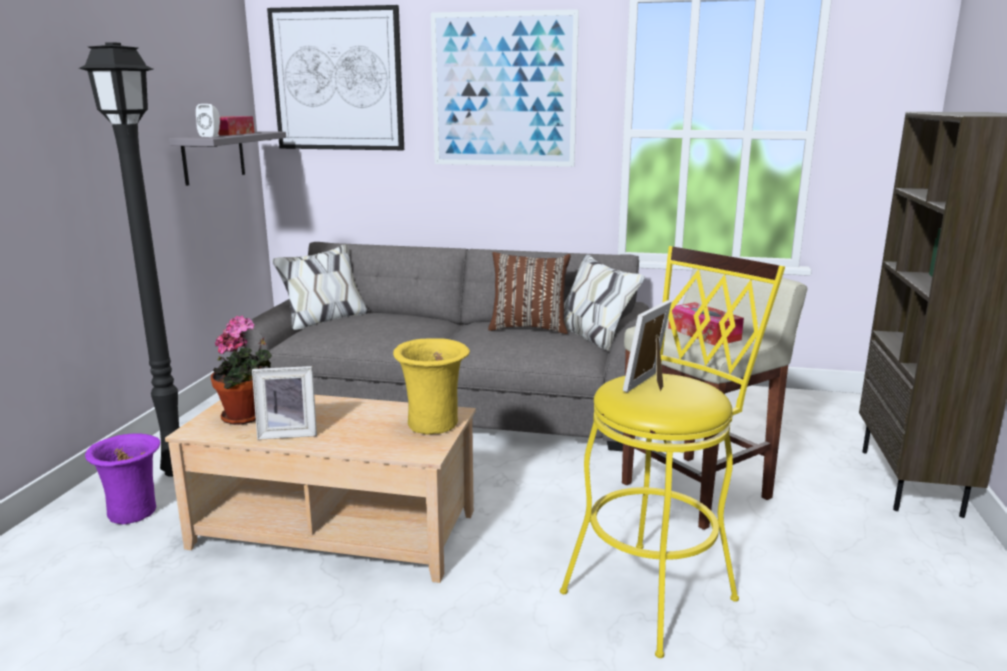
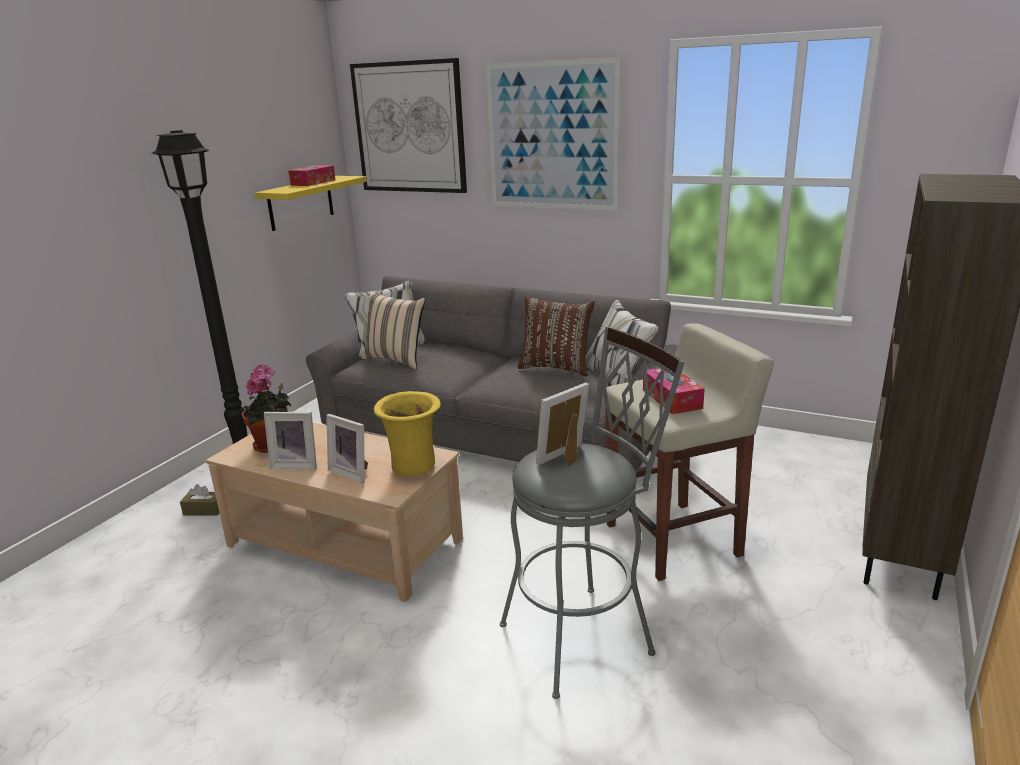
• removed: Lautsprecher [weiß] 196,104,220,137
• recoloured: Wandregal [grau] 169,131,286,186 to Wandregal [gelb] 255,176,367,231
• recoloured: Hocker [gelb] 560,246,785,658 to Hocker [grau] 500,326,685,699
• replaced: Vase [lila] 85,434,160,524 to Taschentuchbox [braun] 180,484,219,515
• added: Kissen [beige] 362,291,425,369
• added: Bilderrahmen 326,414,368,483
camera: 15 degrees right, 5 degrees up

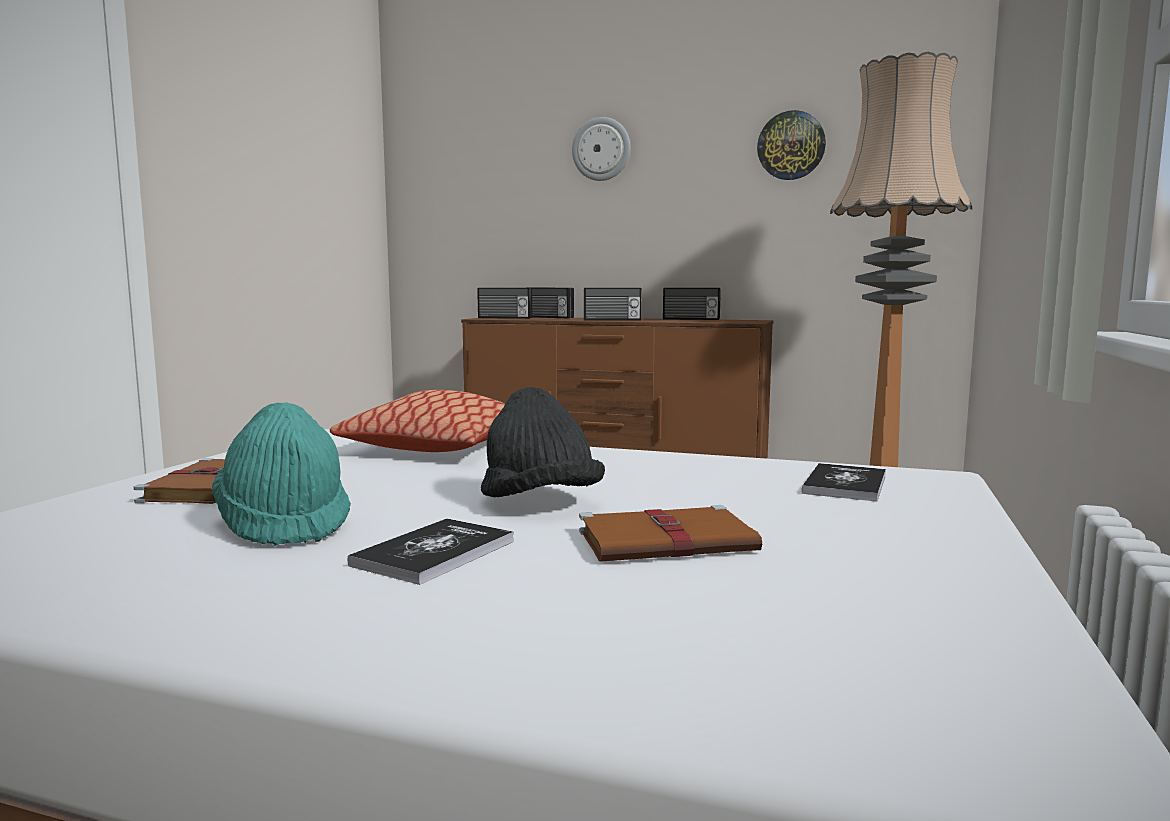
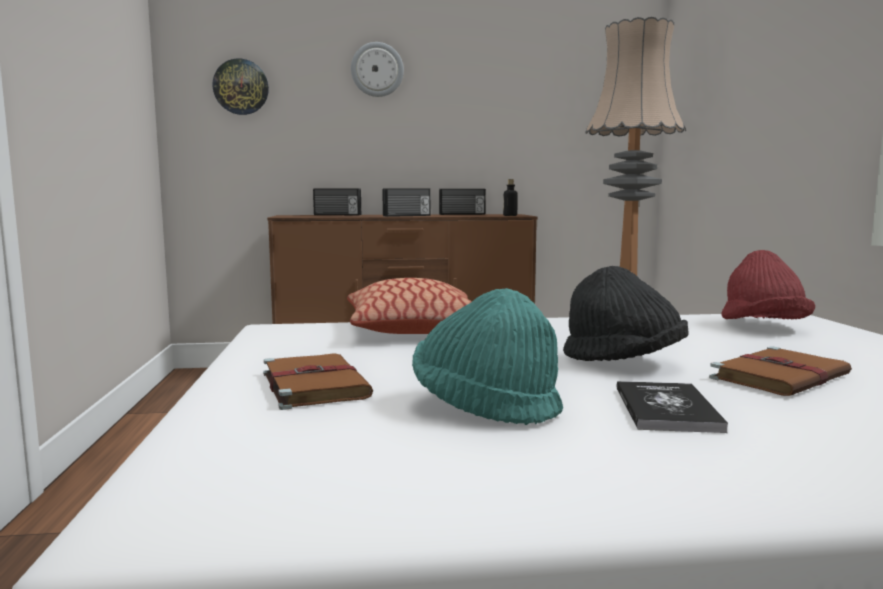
• moved: Wanduhr 757,110,826,180 to 212,58,269,115
• removed: Radio 477,288,532,319
• replaced: Buch 802,463,886,502 to Hut [rot] 721,250,815,319
• added: Flasche 503,179,518,216
camera: 25 degrees left, 0 degrees up

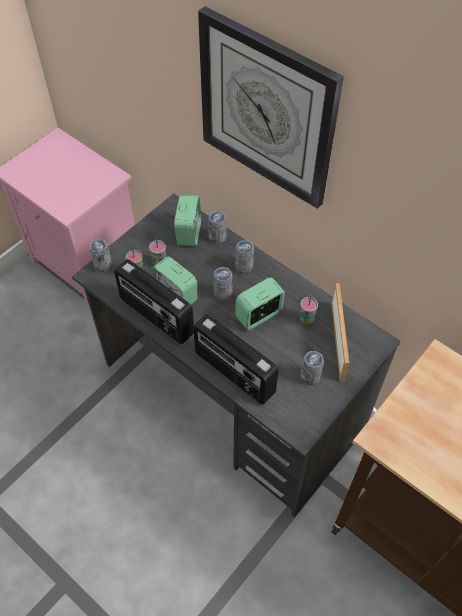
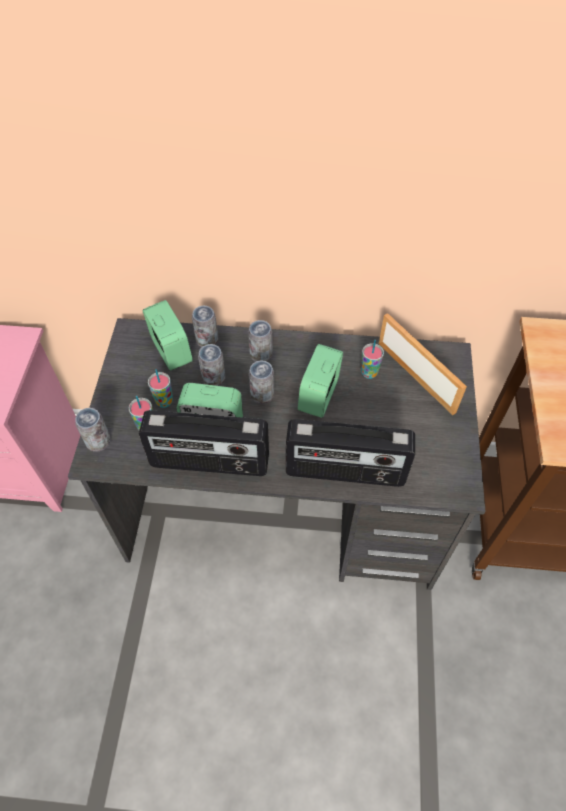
• removed: Wanduhr 198,6,344,209
• moved: Dose 300,351,324,385 to 198,344,226,386
camera: 35 degrees left, 0 degrees up

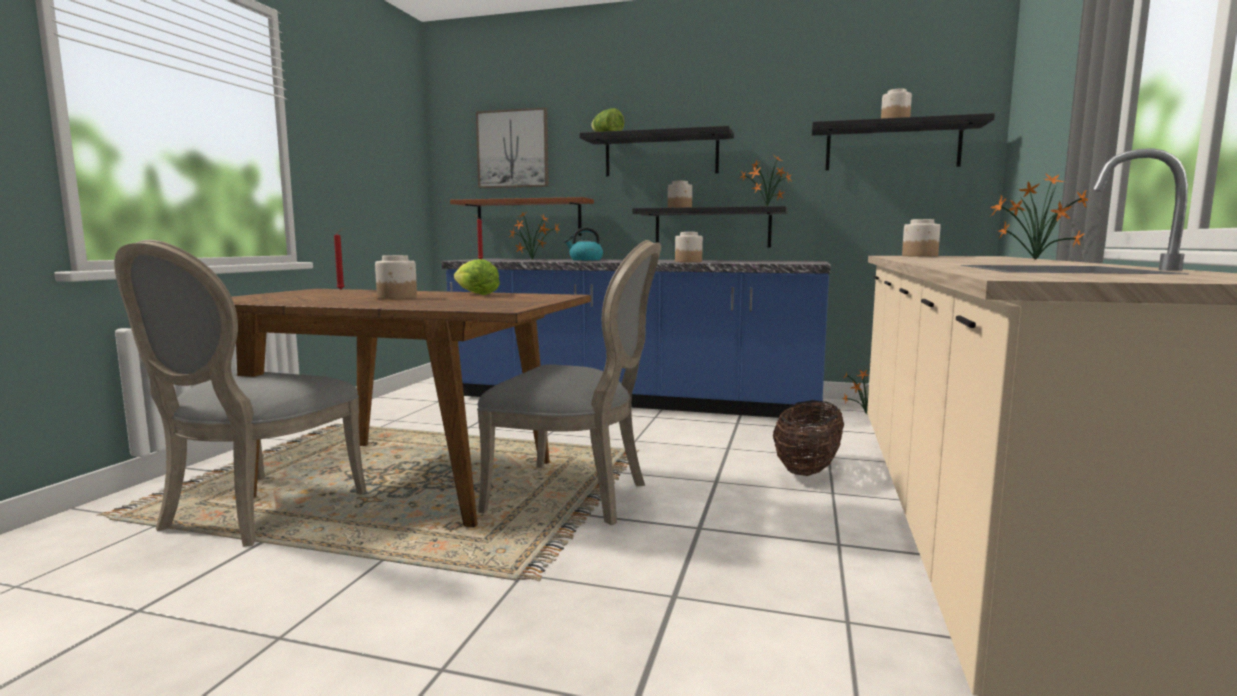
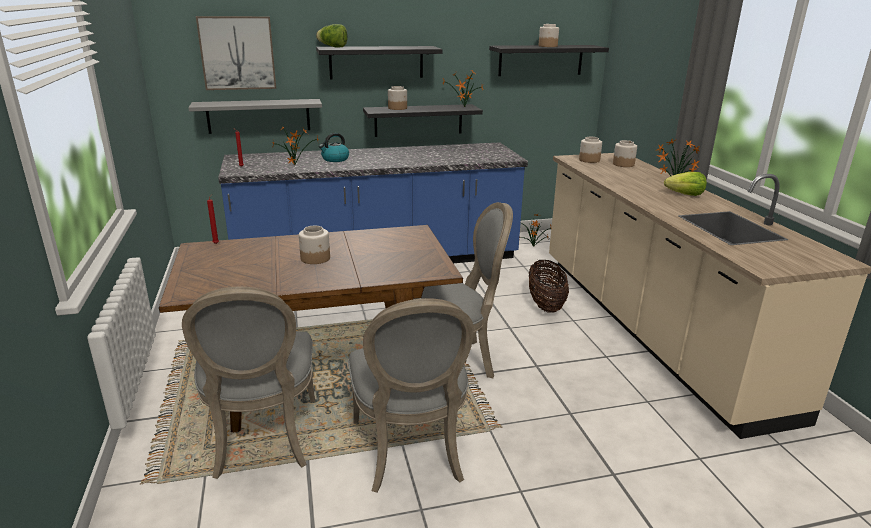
• recoloured: Wandregal [braun] 450,197,594,236 to Wandregal [grau] 188,99,322,134
• moved: Vorratsglas 675,232,703,262 to 613,140,637,167
• moved: Salatkopf 454,259,500,295 to 664,172,707,196
• added: Stuhl [grau] 348,298,474,493
camera: 30 degrees left, 15 degrees up

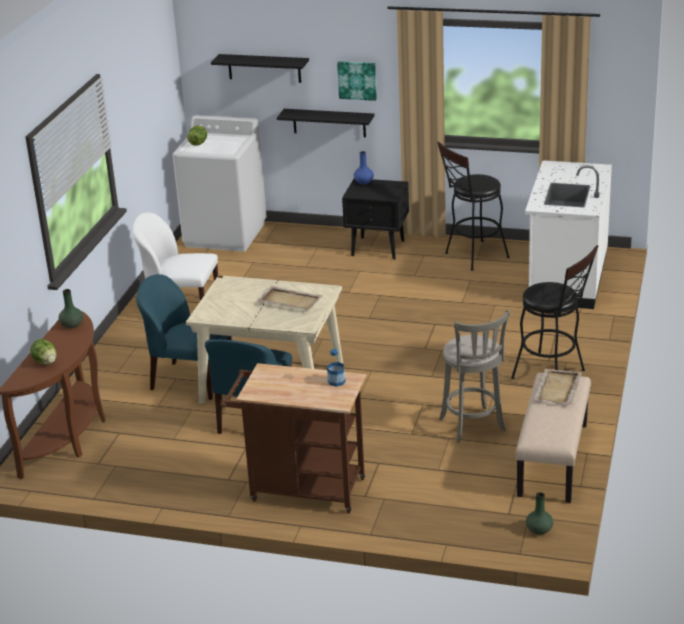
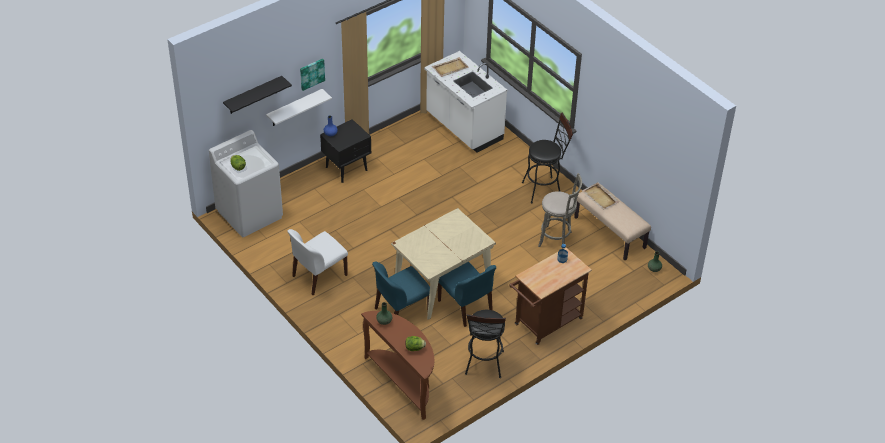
• recoloured: Wandregal [schwarz] 277,109,374,137 to Wandregal [weiß] 266,89,332,126
• moved: Hocker [schwarz] 437,141,510,271 to 465,310,506,378
• moved: Tablett [beige] 256,286,323,310 to 432,57,469,77
camera: 55 degrees left, 15 degrees up

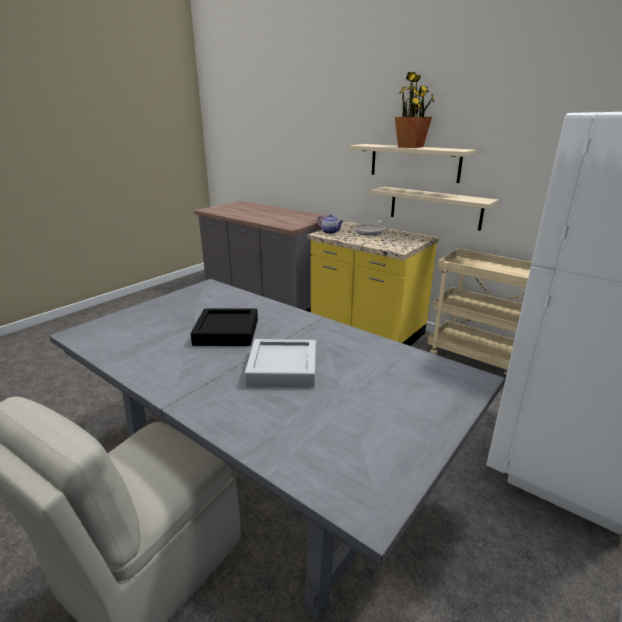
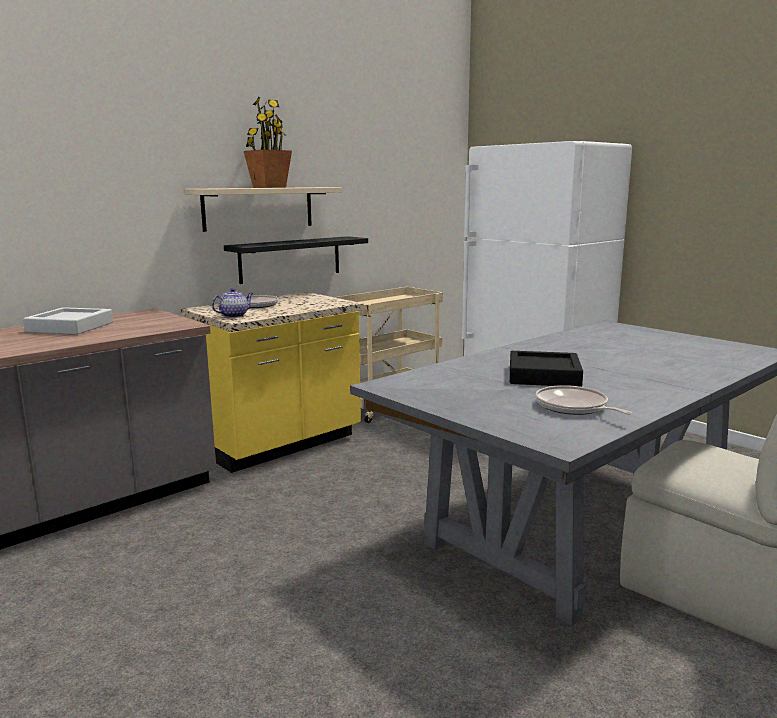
• recoloured: Wandregal [beige] 370,187,499,231 to Wandregal [schwarz] 224,236,368,284
• moved: Tablett [grau] 245,339,316,388 to 23,307,113,335
• added: Pfanne 535,385,632,415
camera: 80 degrees left, 10 degrees down

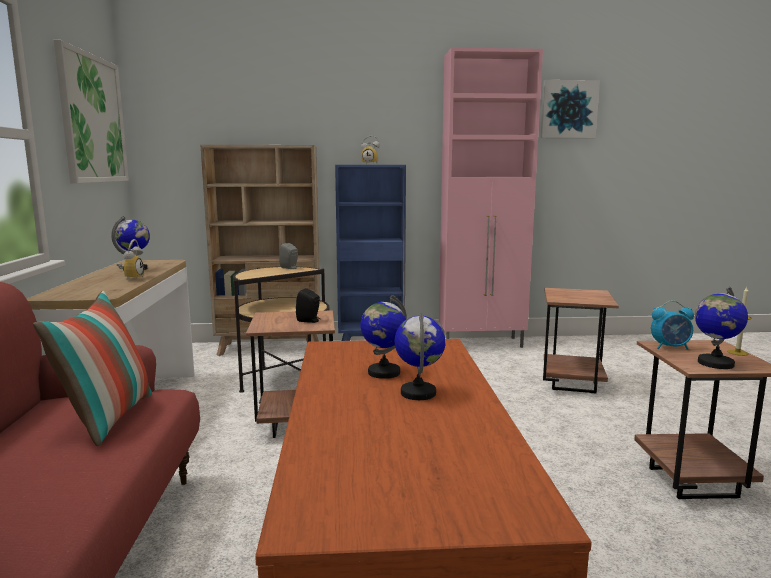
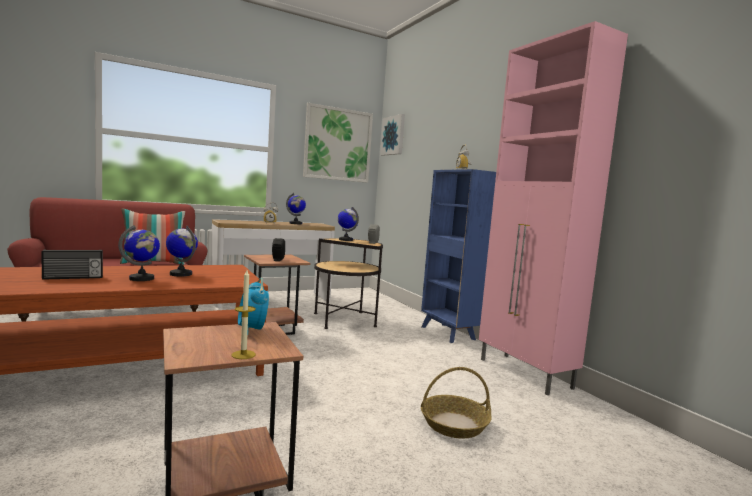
• moved: Bild 540,80,600,138 to 380,114,405,156
• removed: Bücherregal [beige] 200,145,320,356
• moved: Globus 695,287,748,369 to 338,207,359,241
• replaced: Beistelltisch [braun] 543,288,619,393 to Korb 421,367,492,438
• added: Radio 41,250,103,280
camera: 65 degrees right, 5 degrees down

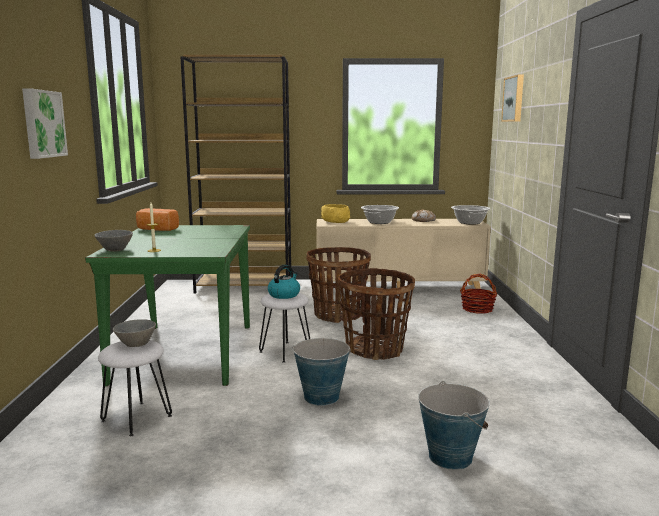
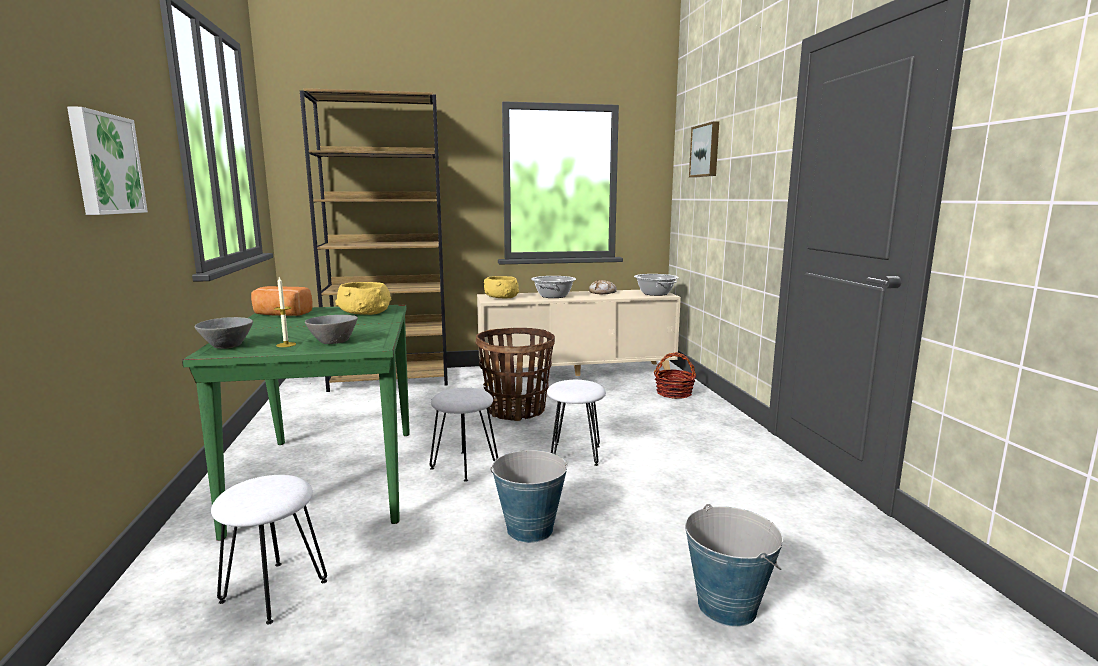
• removed: Wasserkessel 268,265,300,299
• replaced: Korb 338,268,415,360 to Hocker [weiß] 547,380,606,466
• moved: Schüssel [grau] 113,319,156,347 to 305,315,358,344
• added: Schüssel [gelb] 335,282,391,315
camera: 10 degrees left, 0 degrees up

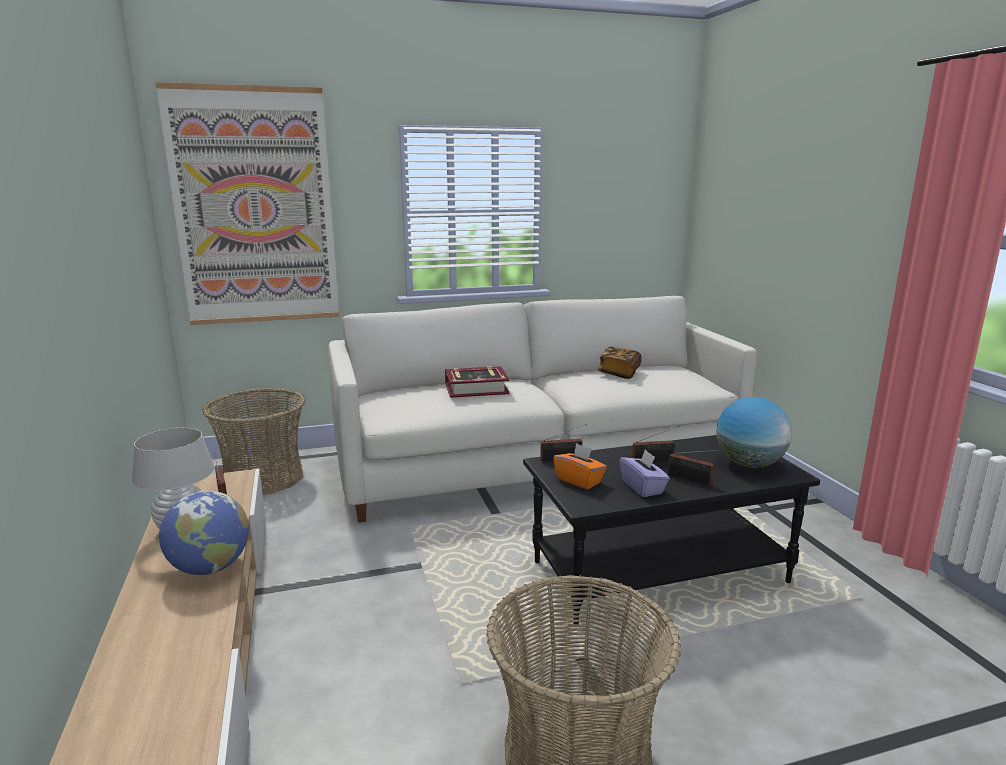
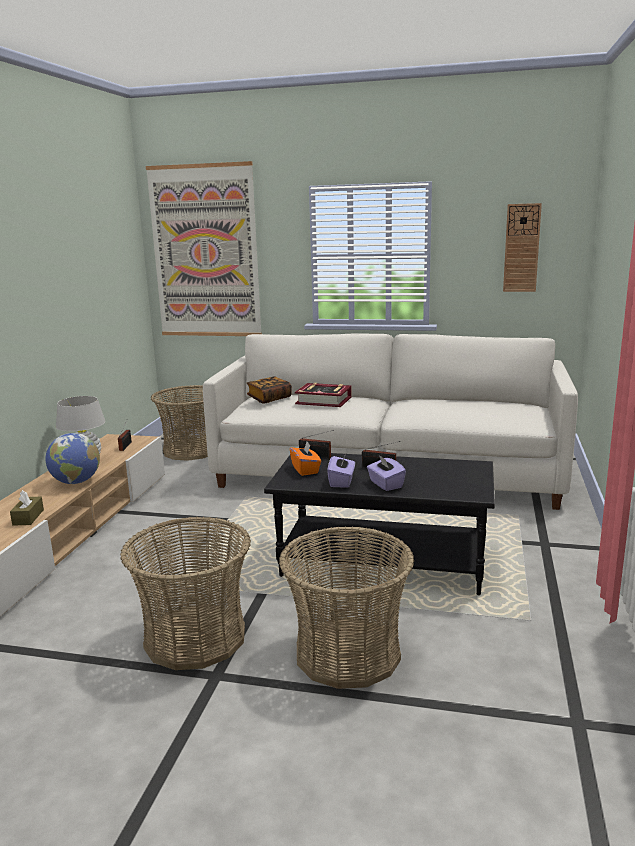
• moved: Buch 598,347,642,379 to 247,376,292,404
• removed: Globus 716,397,792,468
• replaced: Radio 667,450,720,487 to Taschentuchbox [lila] 367,455,406,491
• added: Wanduhr 503,203,542,292
• added: Taschentuchbox [braun] 10,490,44,526
• added: Korb 279,526,414,689
camera: 30 degrees right, 0 degrees up

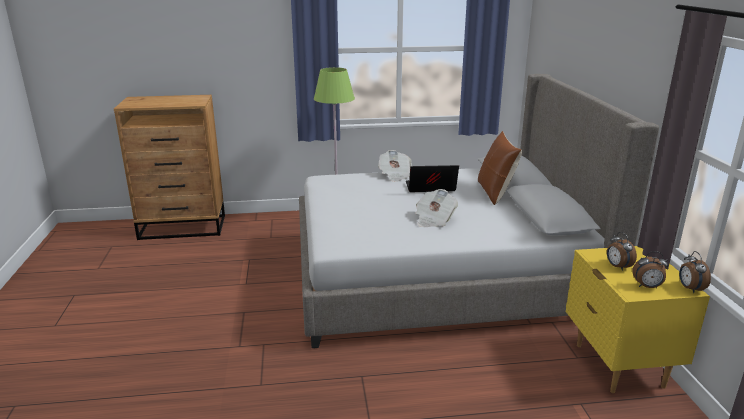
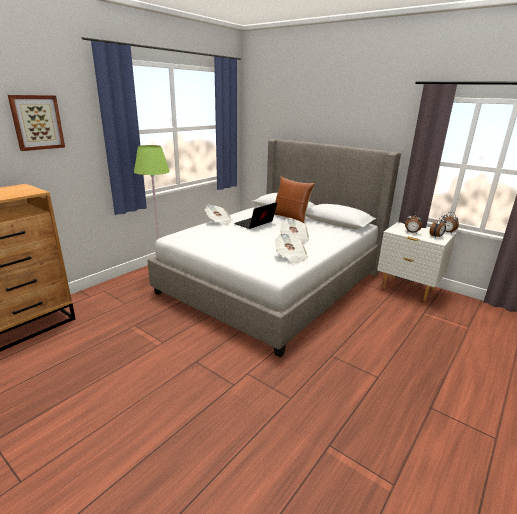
• recoloured: Nachttisch [gelb] 566,246,710,393 to Nachttisch [weiß] 377,222,456,301
• added: Bild 8,95,65,151
• added: Zeitung 274,233,308,265
camera: 45 degrees left, 0 degrees up

